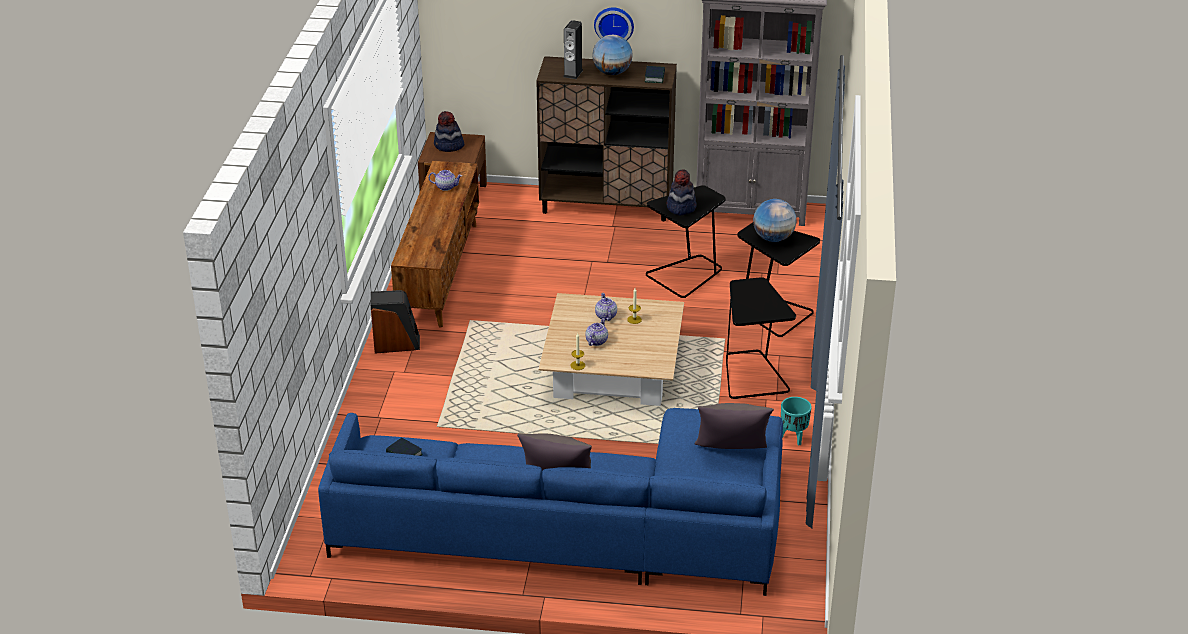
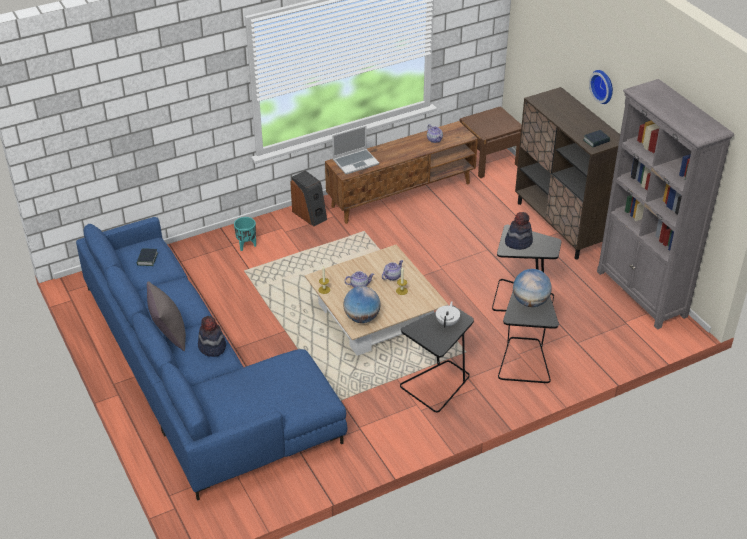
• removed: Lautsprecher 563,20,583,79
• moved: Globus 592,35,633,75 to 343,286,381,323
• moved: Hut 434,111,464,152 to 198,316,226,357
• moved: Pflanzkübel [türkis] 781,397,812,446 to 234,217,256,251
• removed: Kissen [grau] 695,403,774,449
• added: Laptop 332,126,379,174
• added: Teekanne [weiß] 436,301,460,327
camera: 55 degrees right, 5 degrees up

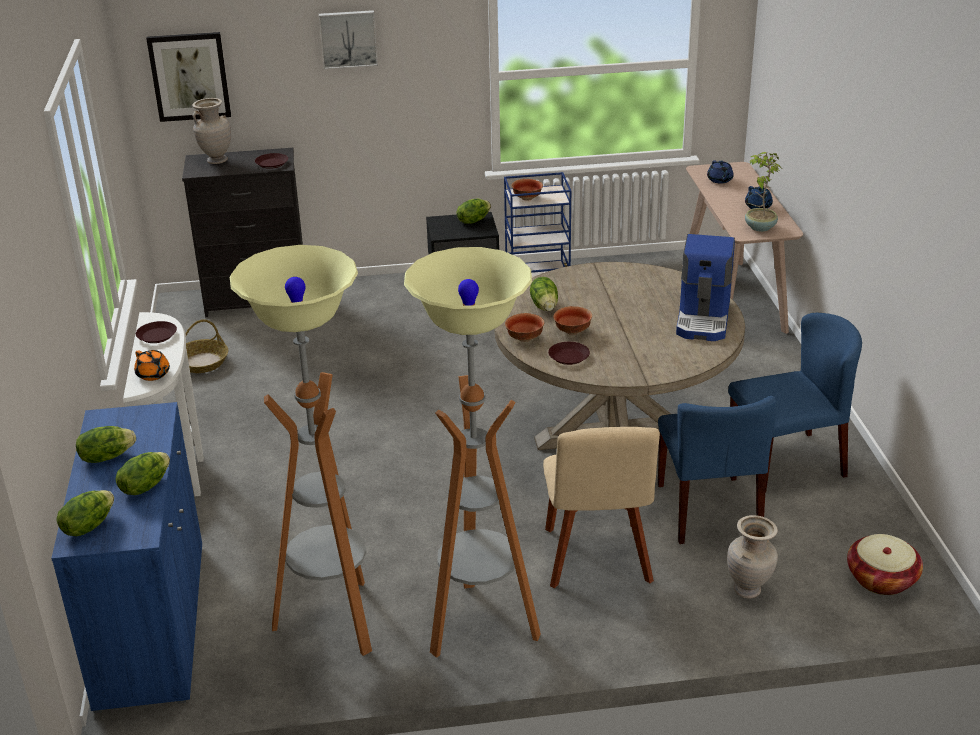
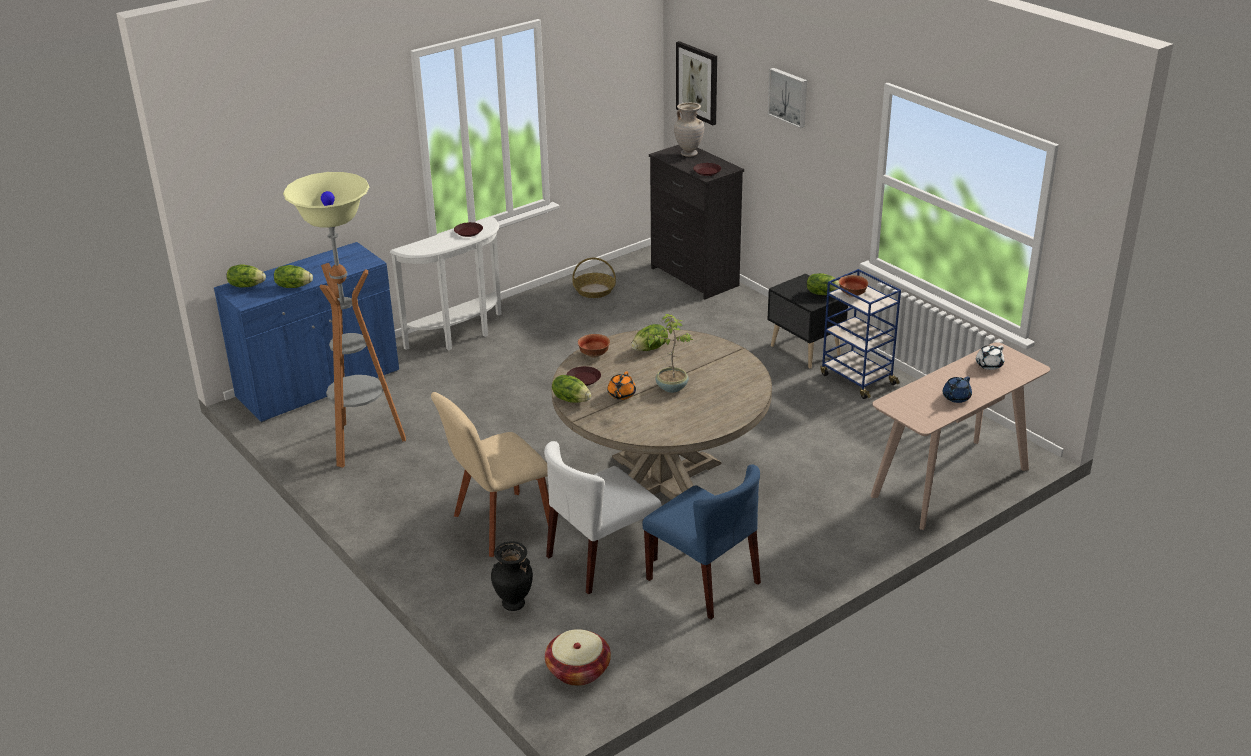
• moved: Topfpflanze 745,152,781,232 to 643,314,694,393
• recoloured: Teekanne [blau] 707,160,734,184 to Teekanne [weiß] 976,345,1004,370
• removed: Kaffeemaschine 676,234,735,341
• removed: Stehlampe 404,247,541,658
• removed: Schüssel 553,306,592,335
• moved: Teekanne [orange] 134,350,170,381 to 607,371,636,400
• recoloured: Stuhl [blau] 658,396,777,544 to Stuhl [weiß] 544,441,662,595
• moved: Salatkopf 76,426,136,463 to 552,375,591,403
• recoloured: Vase [beige] 727,515,778,599 to Vase [schwarz] 491,541,533,611
camera: 60 degrees right, 0 degrees up

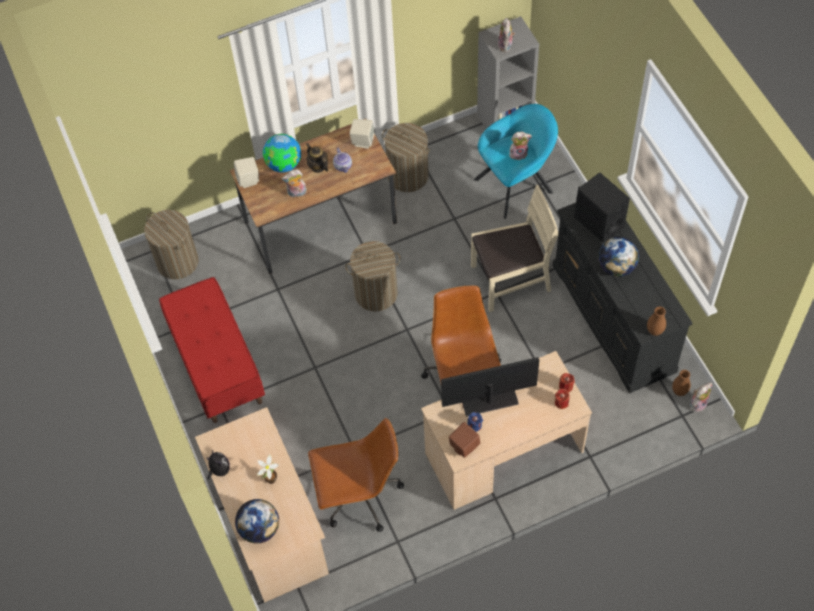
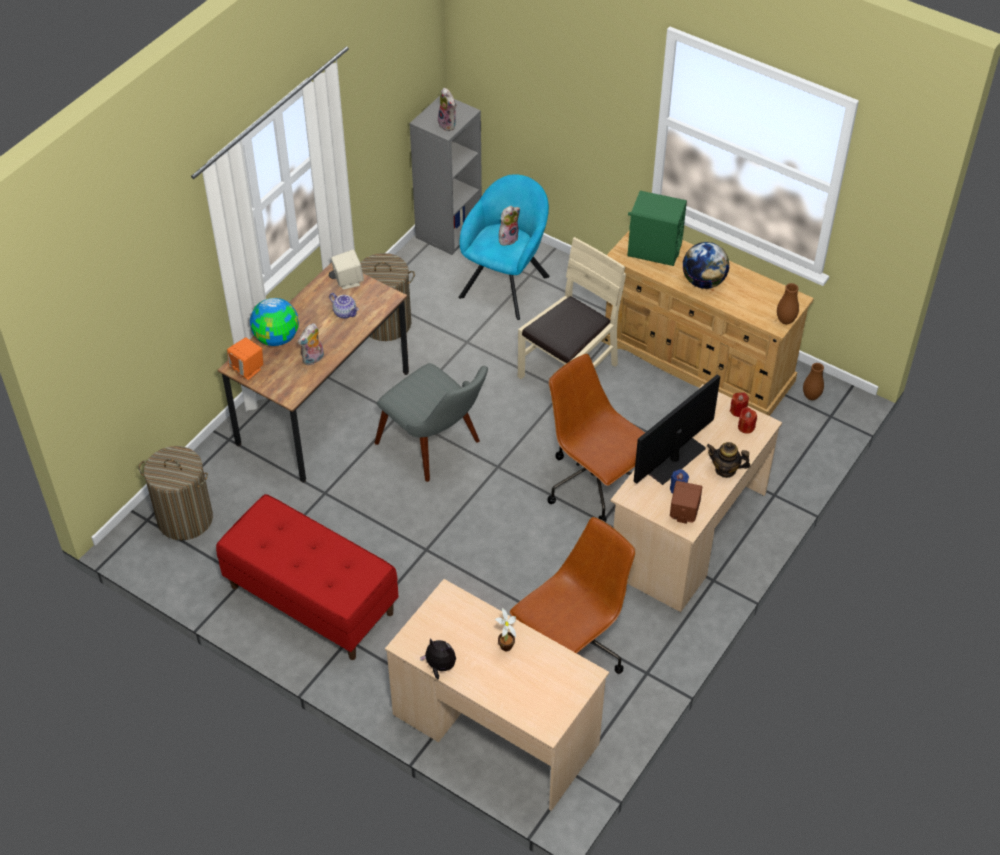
• moved: Teekanne 306,143,329,173 to 707,442,750,478
• recoloured: Lautsprecher [beige] 234,157,259,188 to Lautsprecher [orange] 227,337,263,380
• recoloured: Lautsprecher [schwarz] 574,173,630,243 to Lautsprecher [grün] 627,191,687,266
• recoloured: Kommode [schwarz] 552,203,692,394 to Kommode [beige] 601,230,814,416
• replaced: Wäschekorb 345,241,400,311 to Stuhl [grau] 375,363,488,482
• removed: Plüschtier 690,383,712,412
• removed: Globus 235,499,279,543
camera: 35 degrees left, 10 degrees down

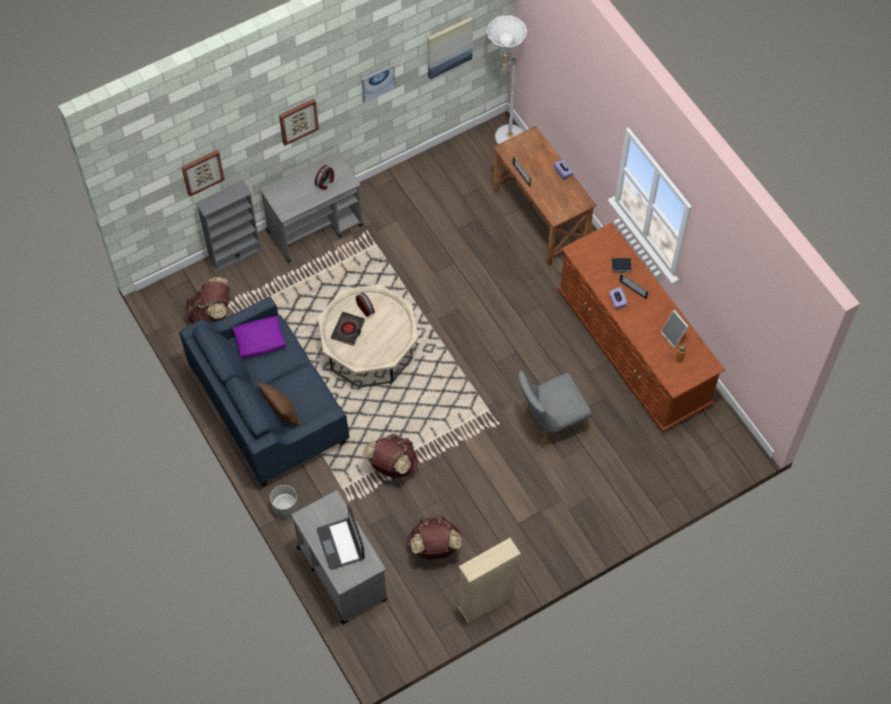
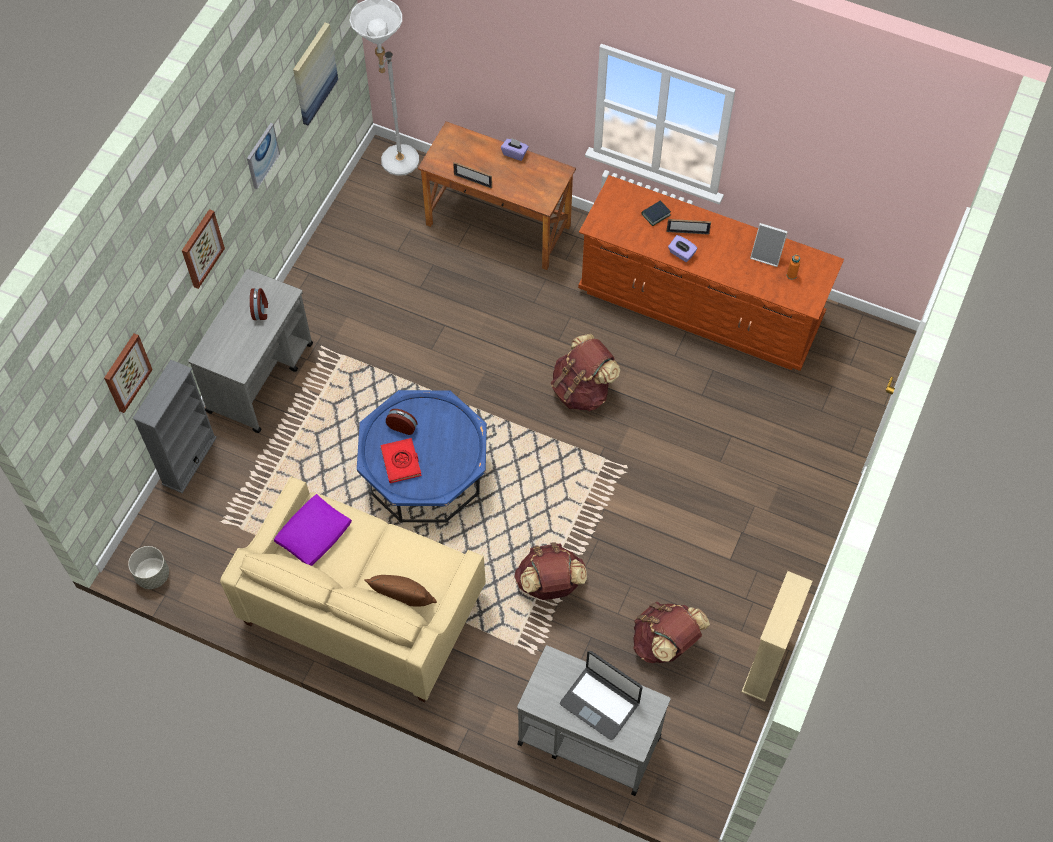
• moved: Rucksack [braun] 186,277,230,324 to 551,334,620,411
• recoloured: Couchtisch [beige] 318,284,418,388 to Couchtisch [blau] 357,390,487,523
• recoloured: Sofa [blau] 179,296,350,487 to Sofa [beige] 220,476,486,703
• recoloured: Buch [schwarz] 331,312,365,346 to Buch [rot] 380,438,421,483
• removed: Stuhl [grau] 519,371,592,448
• moved: Pflanzkübel [grau] 270,485,298,518 to 128,546,169,589
camera: 35 degrees left, 0 degrees up

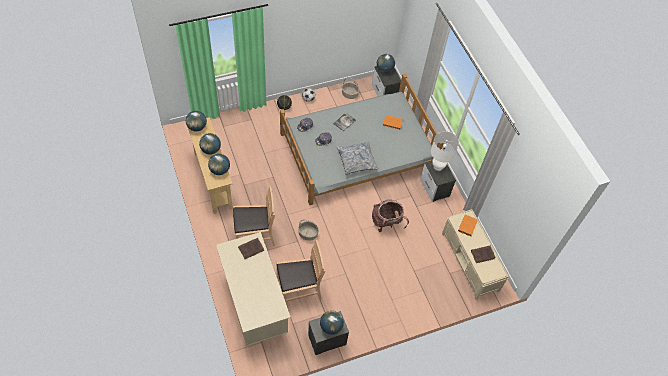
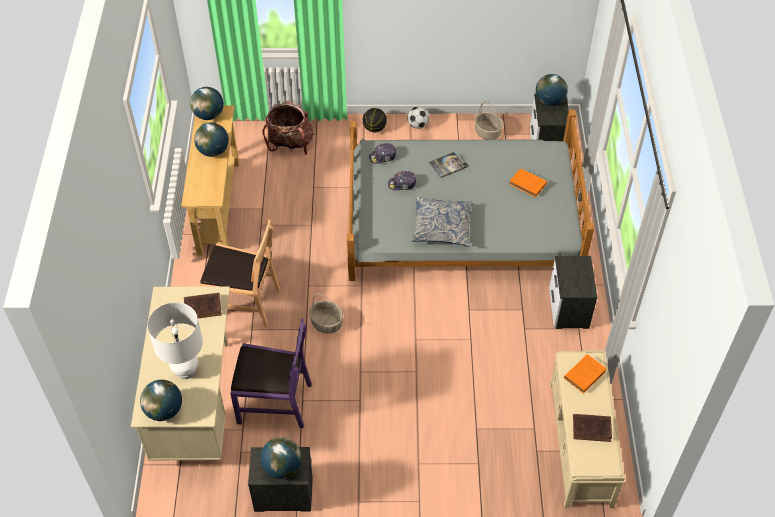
• moved: Tischlampe [weiß] 431,131,459,171 to 147,302,203,379
• moved: Globus 208,154,230,175 to 140,380,182,421
• moved: Rucksack 372,199,409,232 to 262,101,313,155
• recoloured: Stuhl [braun] 277,240,325,302 to Stuhl [lila] 230,318,312,428
camera: 25 degrees right, 5 degrees down

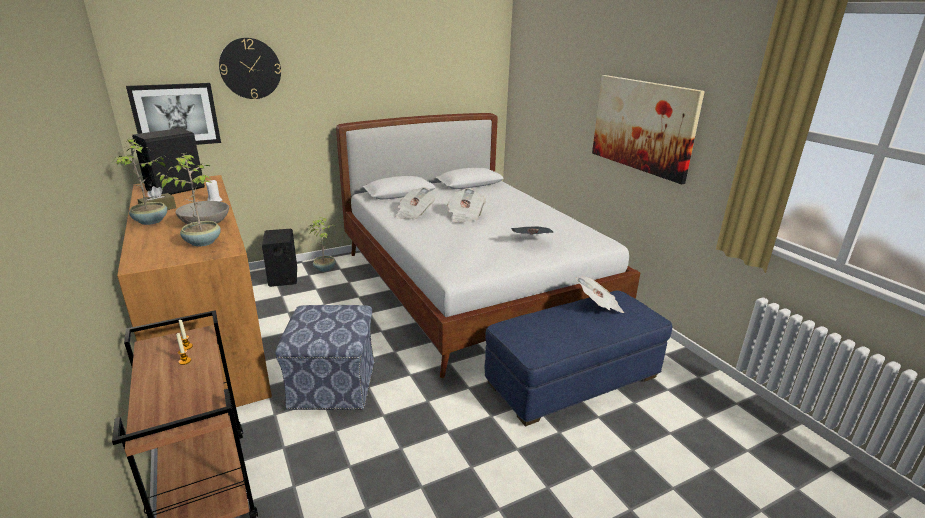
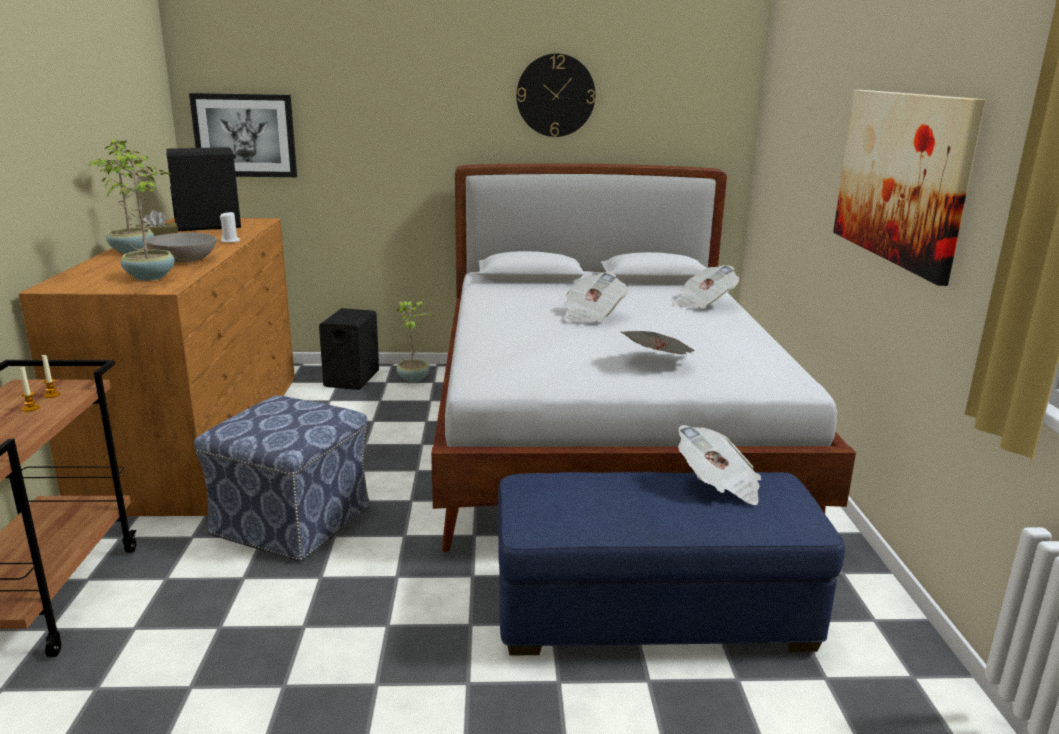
• moved: Wanduhr 219,38,281,99 to 516,54,596,137
• moved: Zeitung 396,187,435,219 to 673,265,739,309
camera: 25 degrees right, 5 degrees down

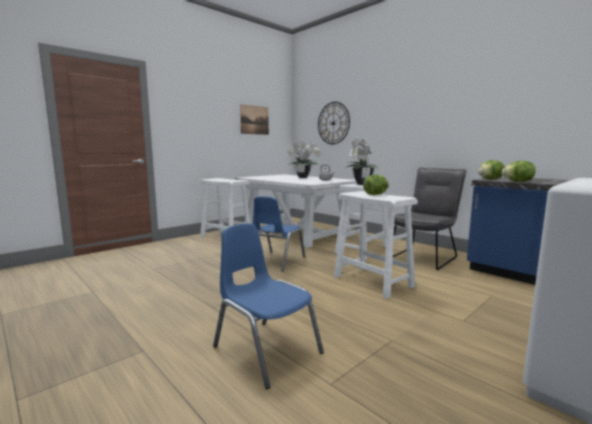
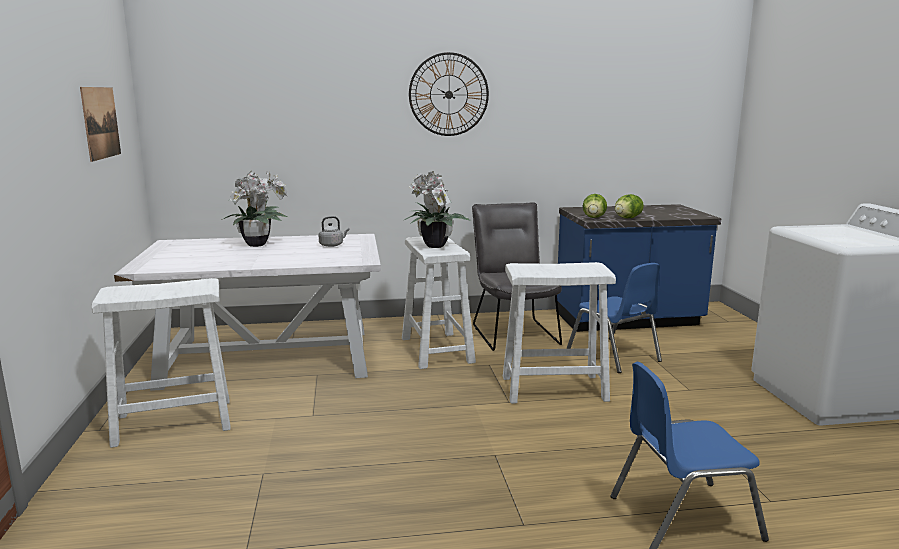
• moved: Wanduhr 318,102,350,144 to 409,52,489,136
• removed: Salatkopf 363,175,389,195
• moved: Stuhl [blau] 253,196,305,271 to 567,263,662,373
camera: 55 degrees left, 5 degrees up

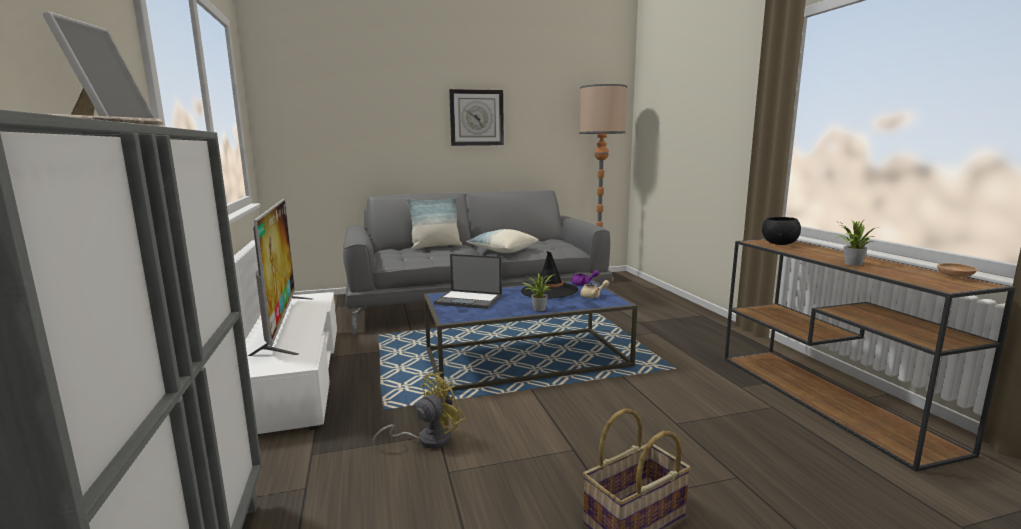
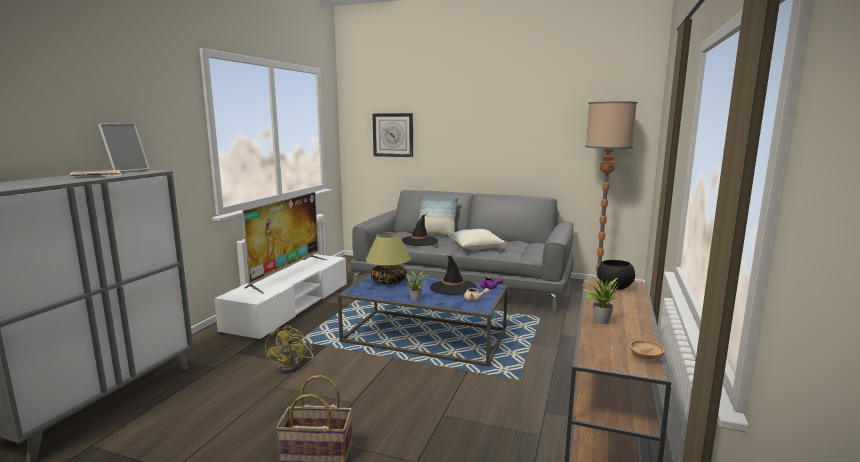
• moved: Wanduhr 449,89,504,146 to 372,113,413,157
• replaced: Laptop 434,254,502,309 to Tischlampe 366,232,411,285
• turned: Ventilator [gelb] 372,372,465,449 = 265,325,313,373 90 degrees clockwise
• added: Hut [schwarz] 402,214,438,246
camera: 35 degrees right, 0 degrees up

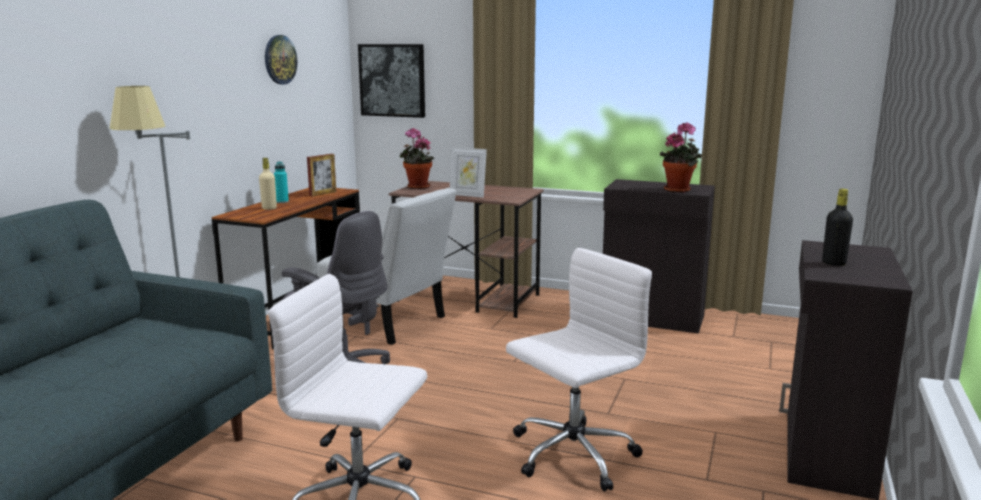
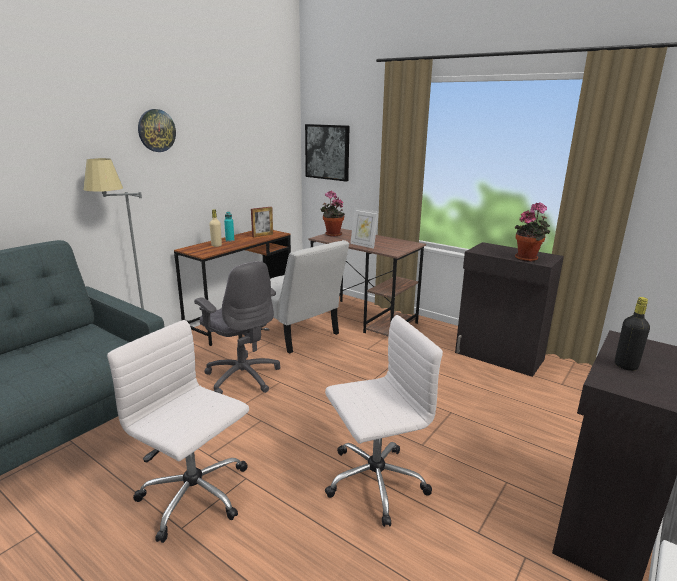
• moved: Wanduhr 265,35,297,85 to 138,109,176,152
camera: 15 degrees right, 5 degrees up

